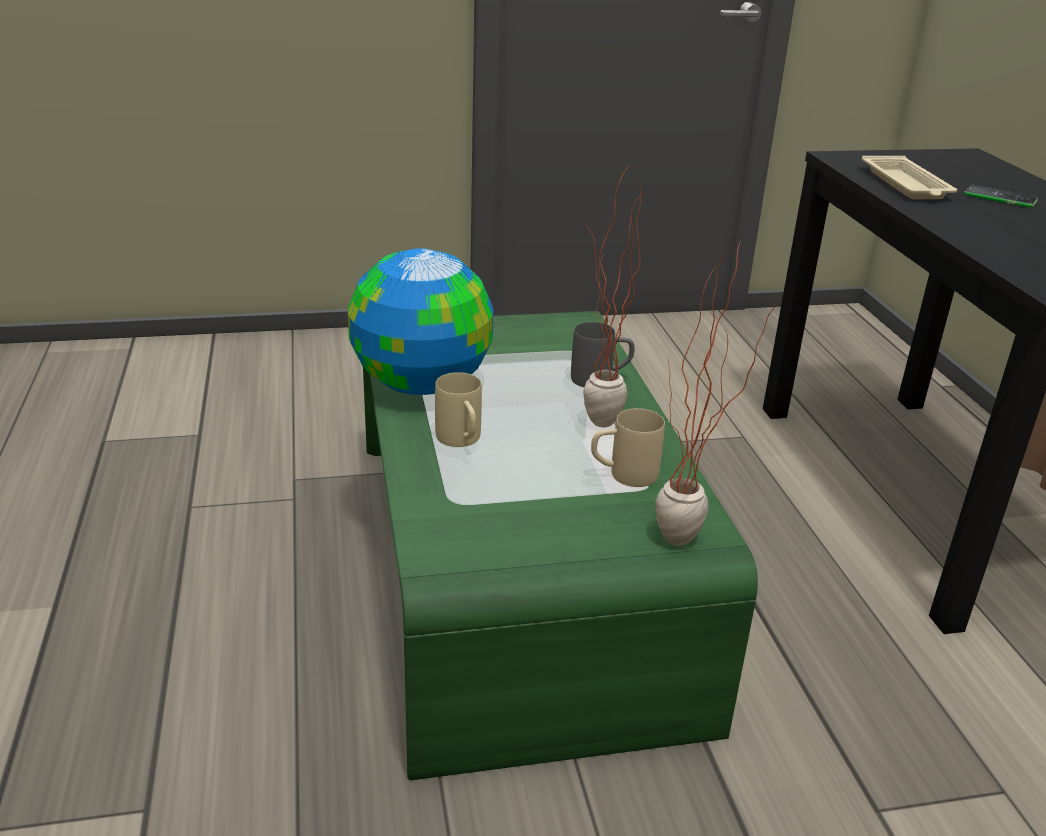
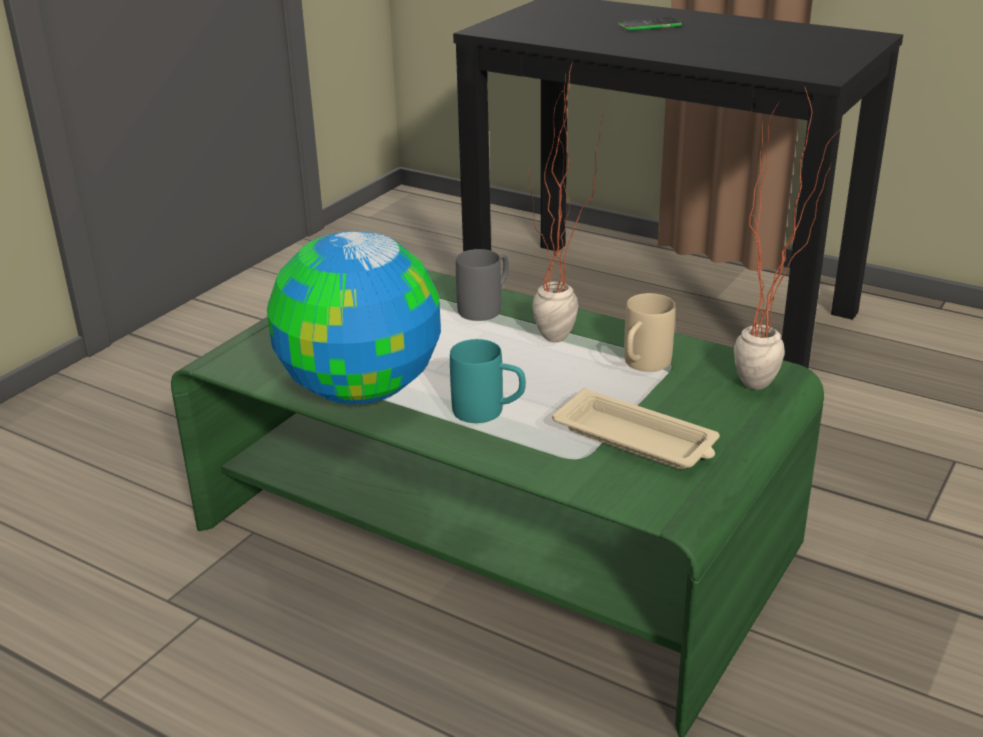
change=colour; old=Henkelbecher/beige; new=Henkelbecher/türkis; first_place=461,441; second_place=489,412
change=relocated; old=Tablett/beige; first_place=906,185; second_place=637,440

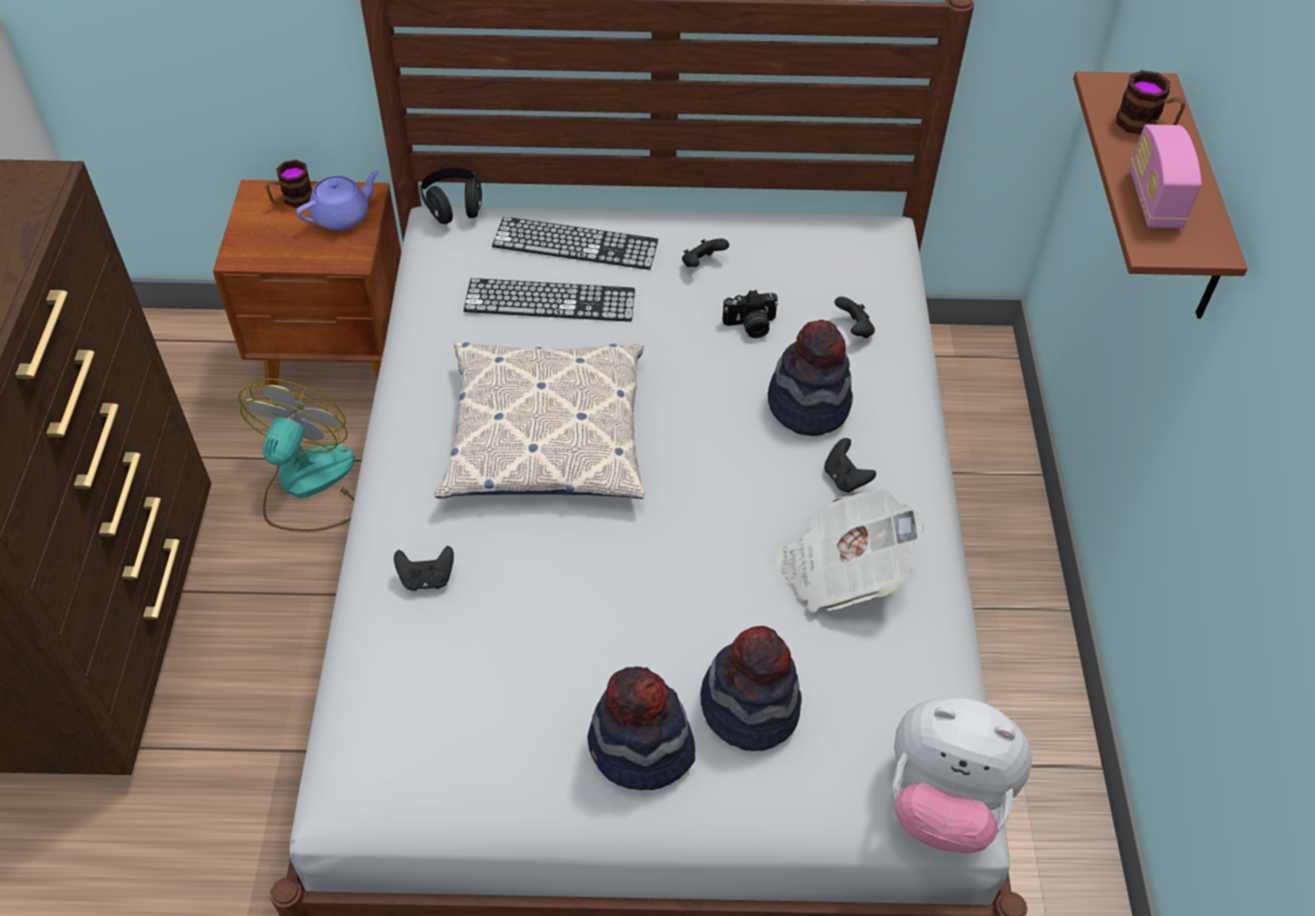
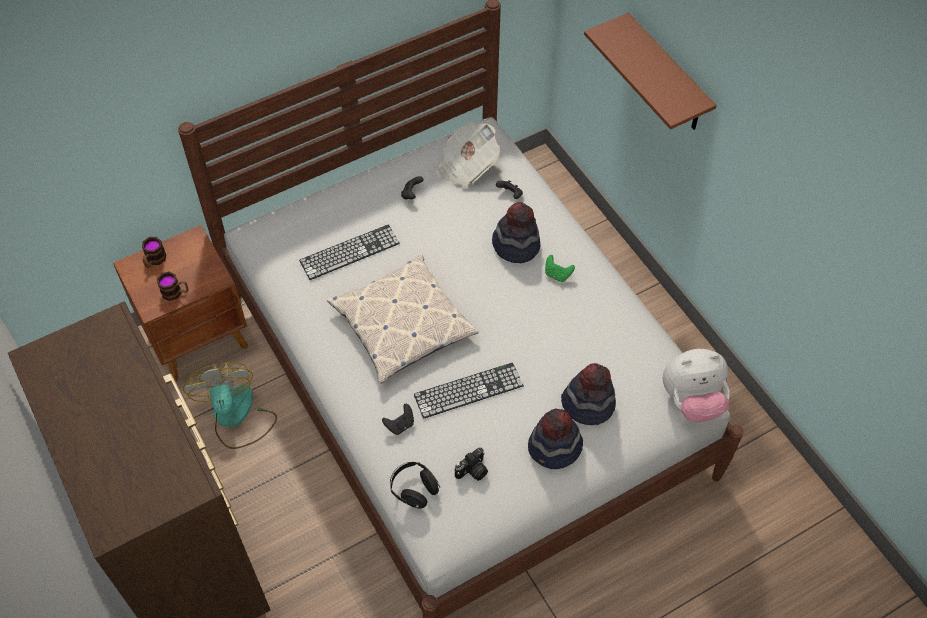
change=relocated; old=Henkelbecher; first_place=1144,125; second_place=176,293
change=relocated; old=Kopfhörer/schwarz; first_place=454,207; second_place=414,490
change=relocated; old=Tastatur; first_place=575,243; second_place=468,390
change=relocated; old=Zeitung; first_place=841,570; second_place=466,166
change=relocated; old=Kamera; first_place=750,326; second_place=473,471
change=colour; old=Gamepad/schwarz; new=Gamepad/grün; first_place=845,478; second_place=557,274
change=missing; old=Teekanne/lila; first_place=342,216
change=missing; old=Radio; first_place=1154,200

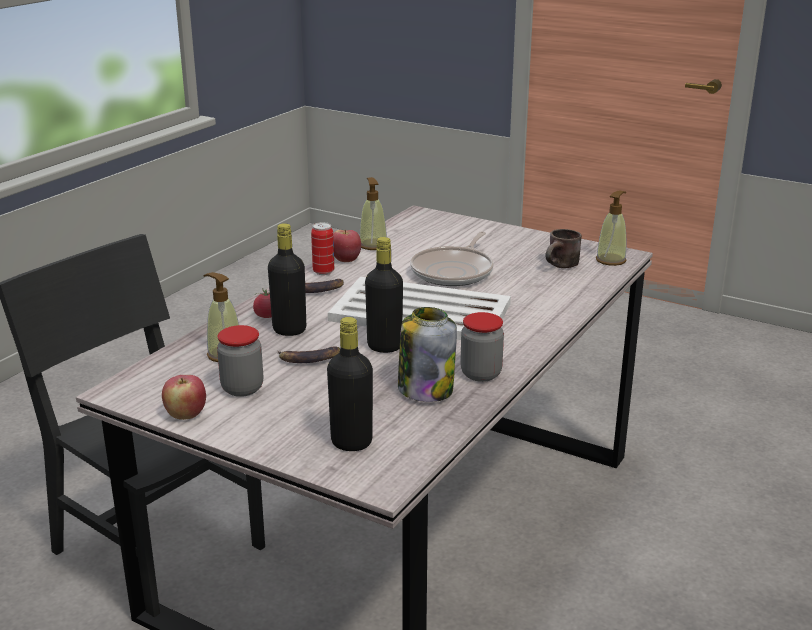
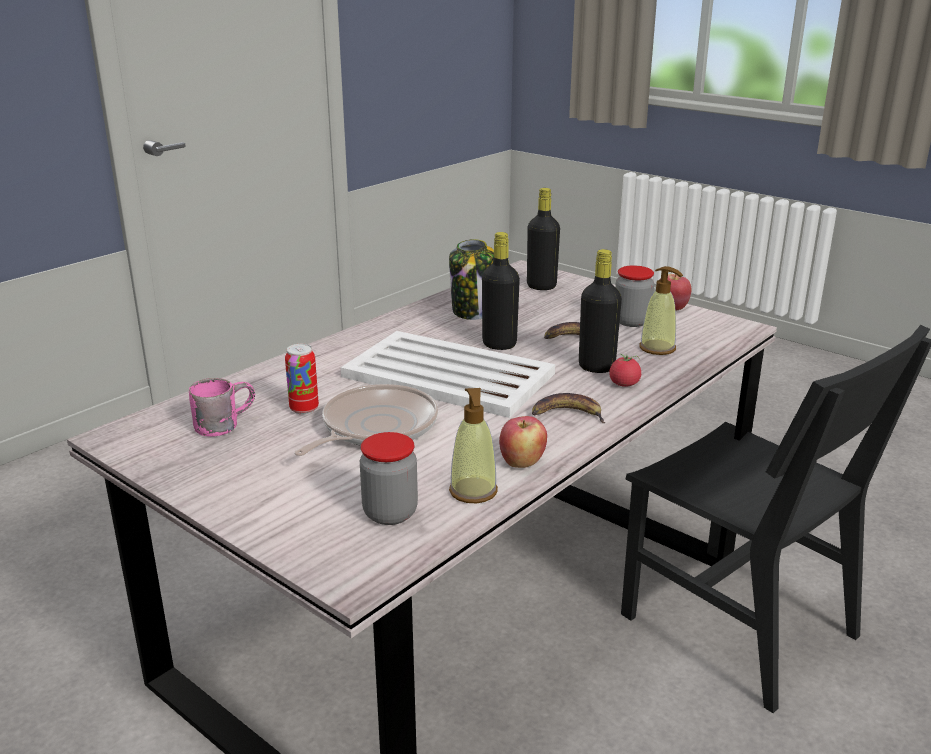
change=colour; old=Henkelbecher/braun; new=Henkelbecher/rosa; first_place=562,266; second_place=223,423
change=relocated; old=Dose; first_place=323,272; second_place=304,409
change=relocated; old=Vorratsglas; first_place=481,374; second_place=390,513
change=missing; old=Seifenspender; first_place=611,260

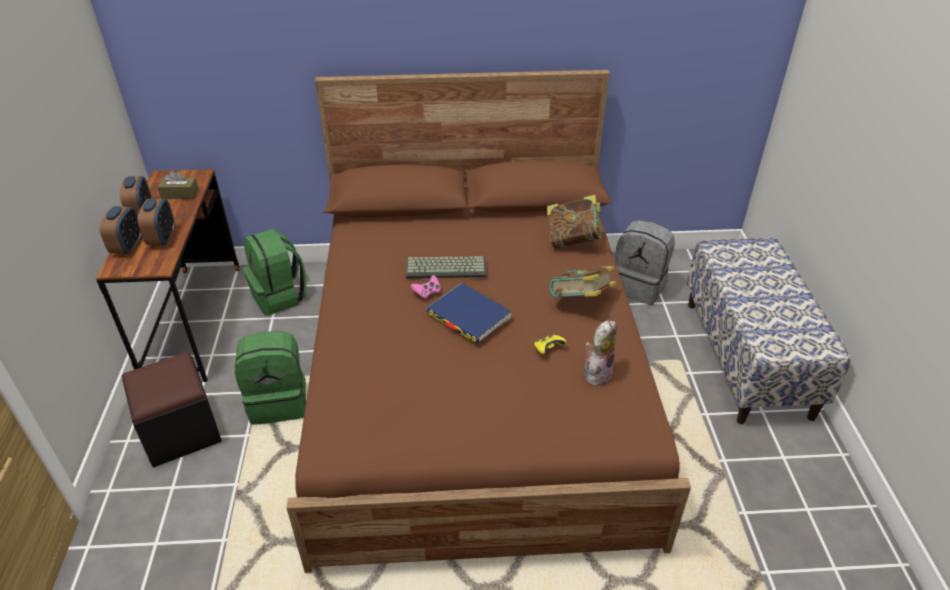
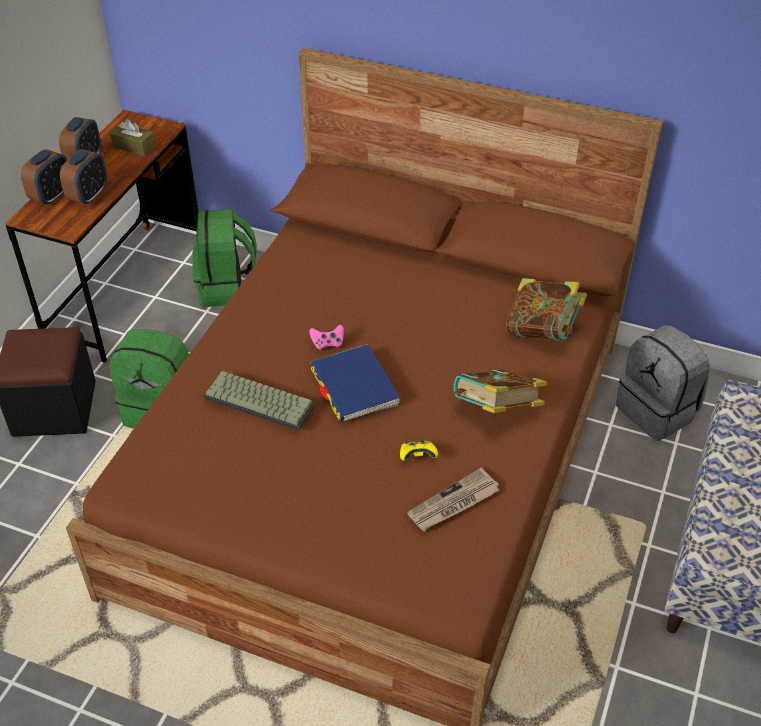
change=relocated; old=Tastatur; first_place=447,268; second_place=261,400
change=exchanged; old=Plüschtier; new=Zeitung; first_place=596,372; second_place=453,503

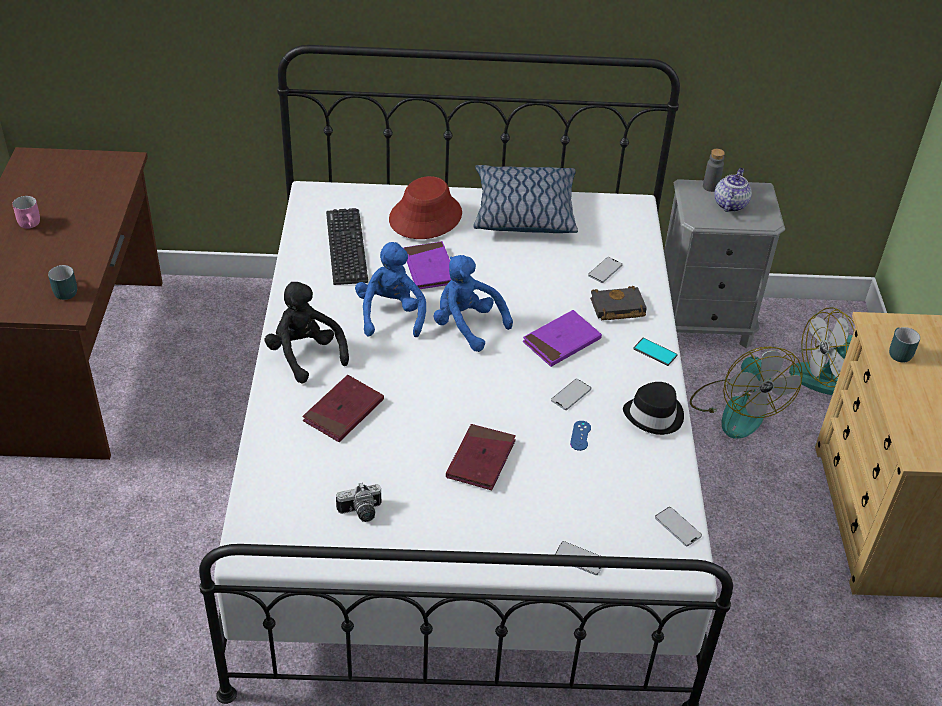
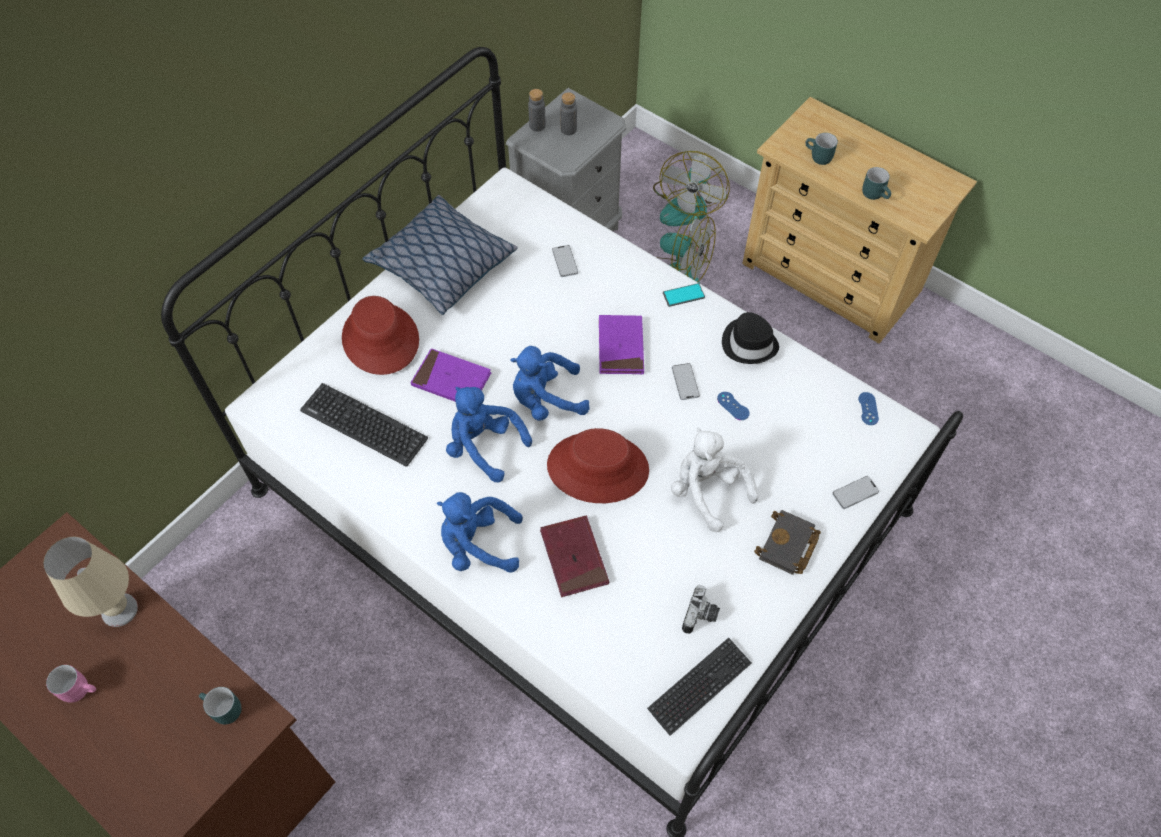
change=appeared; new=Tischlampe/beige; second_place=119,610
change=colour; old=Plüschtier/schwarz; new=Plüschtier/blau; first_place=305,354; second_place=478,545
change=appeared; new=Hut/rot; second_place=598,467
change=exchanged; old=Teekanne; new=Flasche/grau; first_place=730,204; second_place=568,129
change=appeared; new=Tastatur; second_place=699,686
change=exchanged; old=Buch/rot; new=Plüschtier/weiß; first_place=481,460; second_place=707,491
change=relocated; old=Buch/schwarz; first_place=616,308; second_place=788,547
change=exchanged; old=Handy; new=Gamepad/blau; first_place=677,527; second_place=868,408
change=appeared; new=Henkelbecher/türkis; second_place=876,194

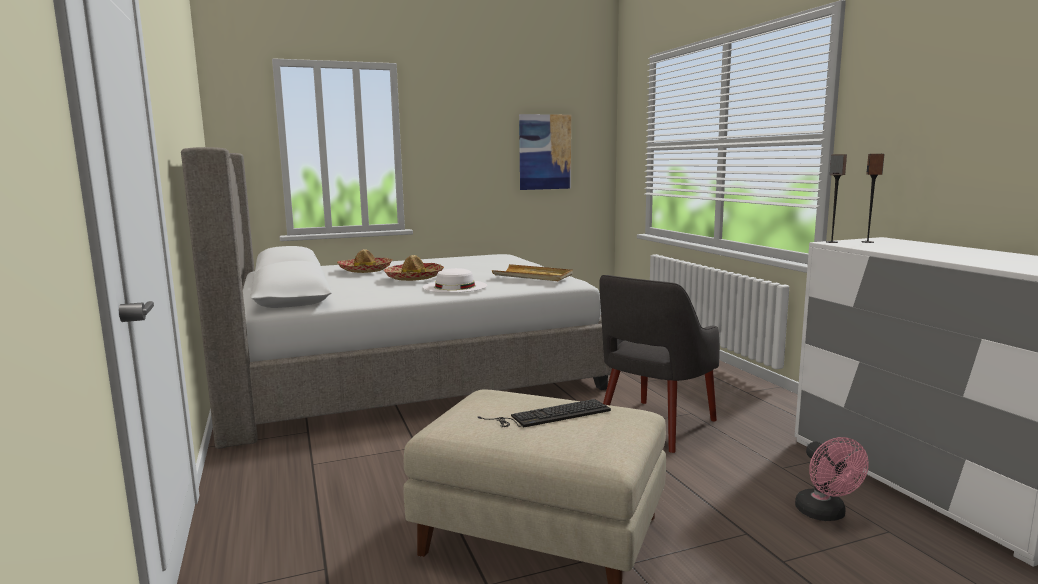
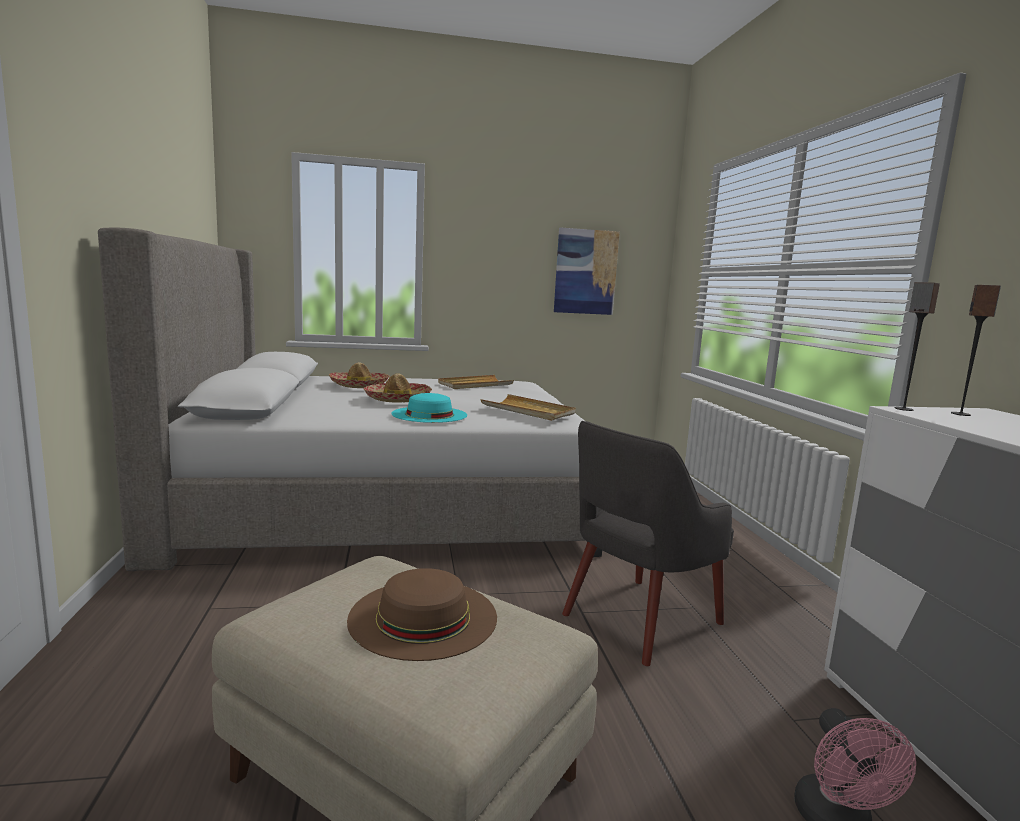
change=exchanged; old=Tastatur; new=Hut/braun; first_place=548,415; second_place=423,617
change=colour; old=Hut/weiß; new=Hut/türkis; first_place=455,286; second_place=429,414
change=appeared; new=Tablett/beige; second_place=475,385

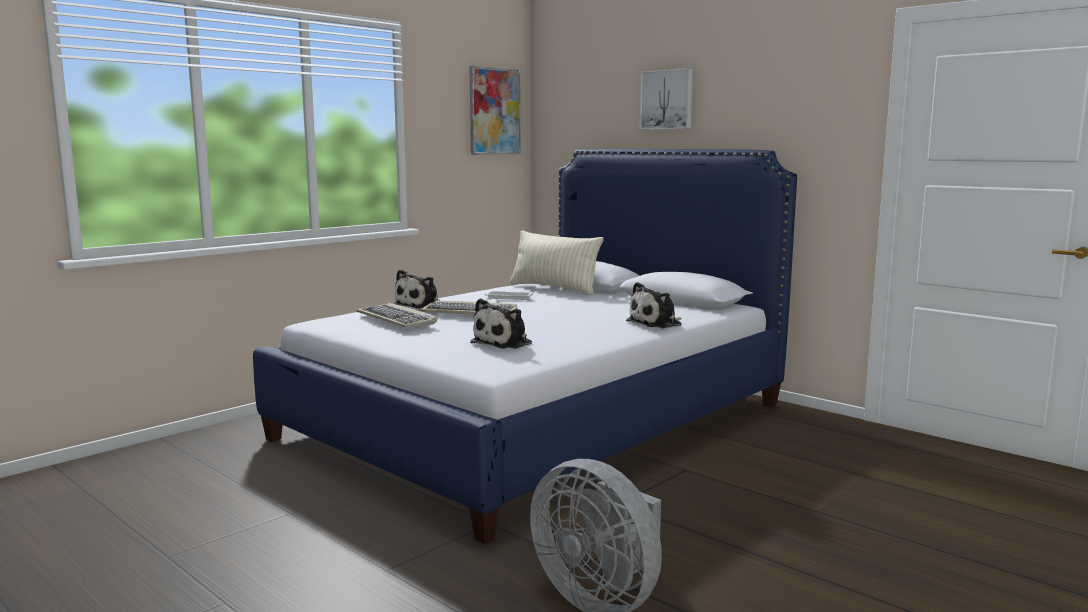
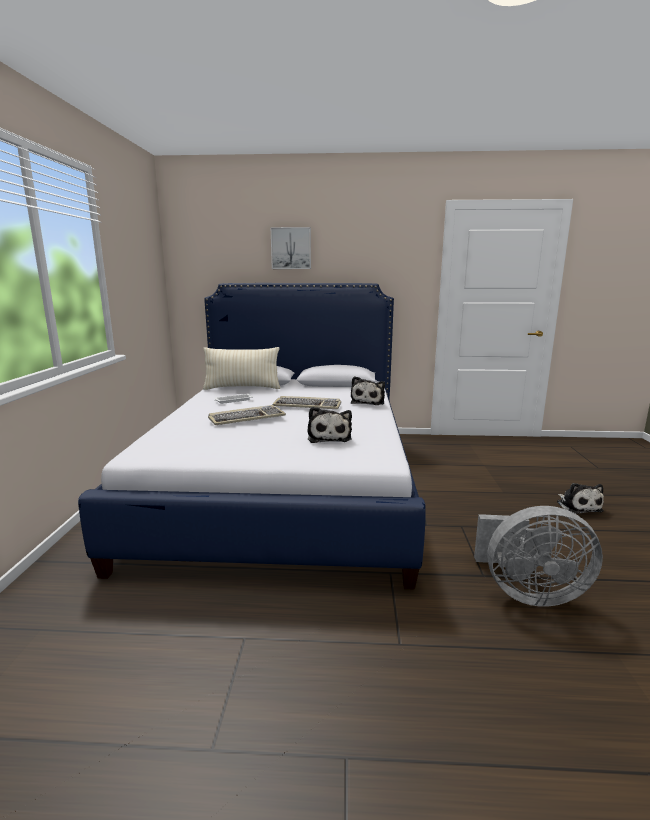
change=relocated; old=Tastatur; first_place=397,319; second_place=308,405
change=relocated; old=Plüschtier; first_place=421,305; second_place=577,506
change=missing; old=Bild; first_place=494,111

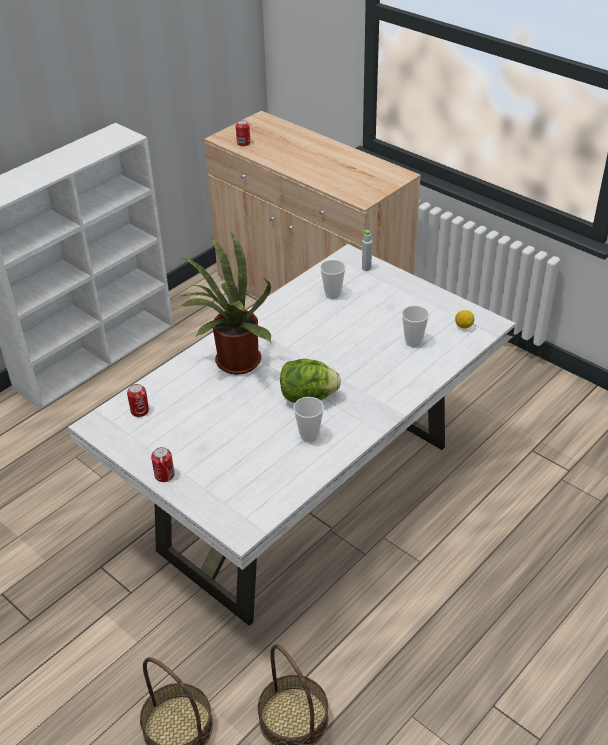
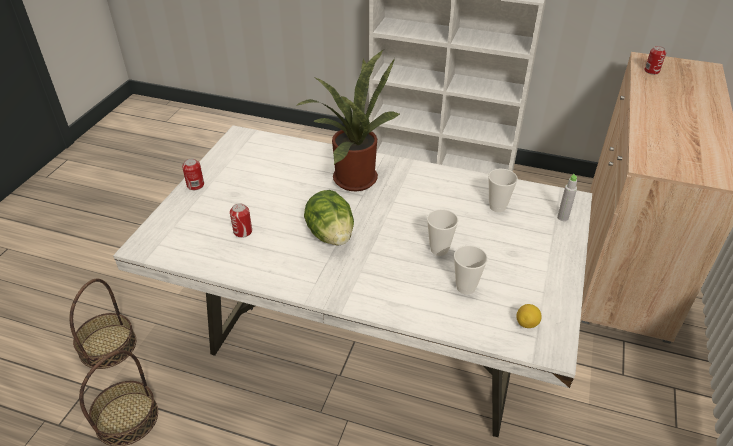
change=relocated; old=Dose; first_place=140,411; second_place=243,231
change=relocated; old=Tasse; first_place=309,436; second_place=439,249

